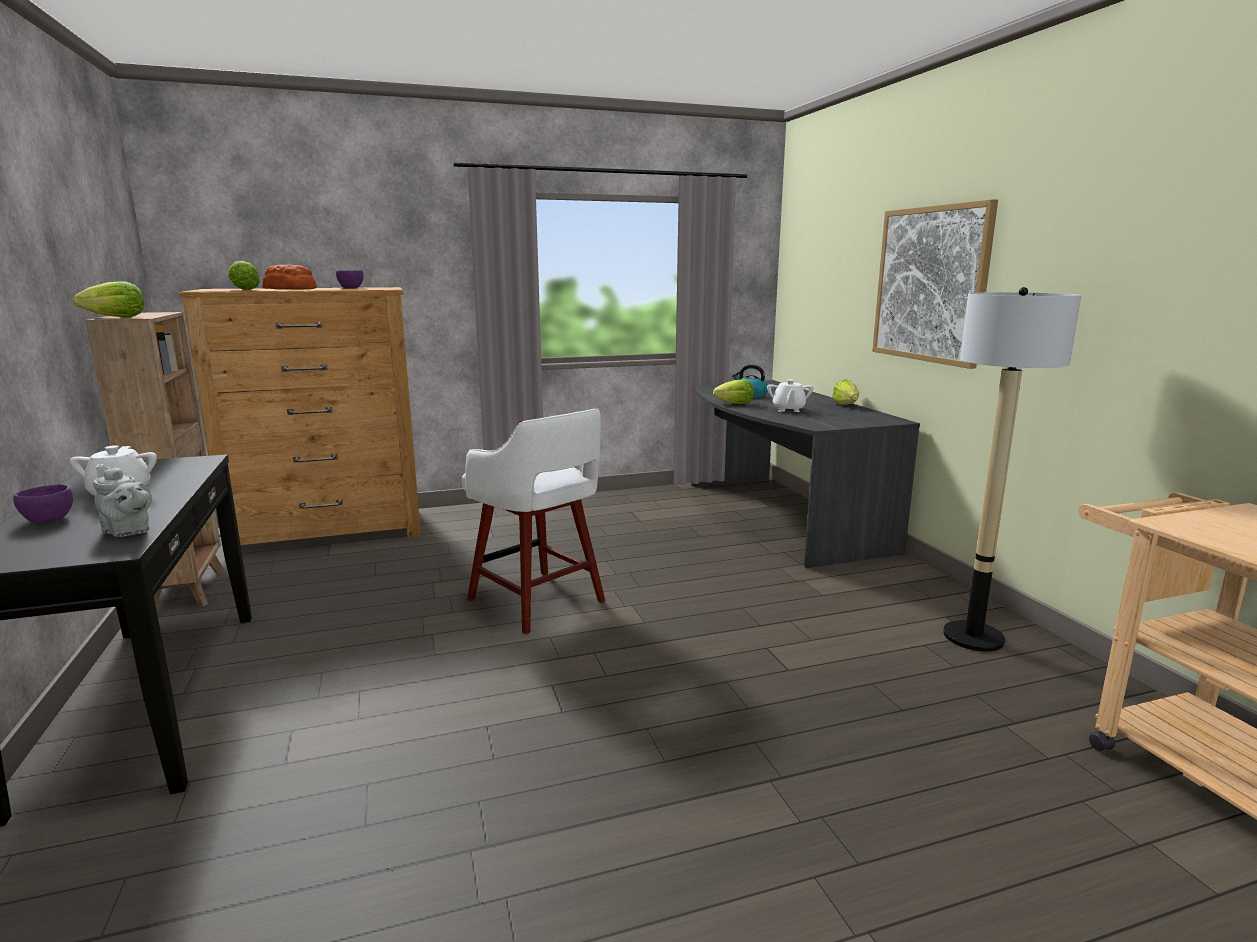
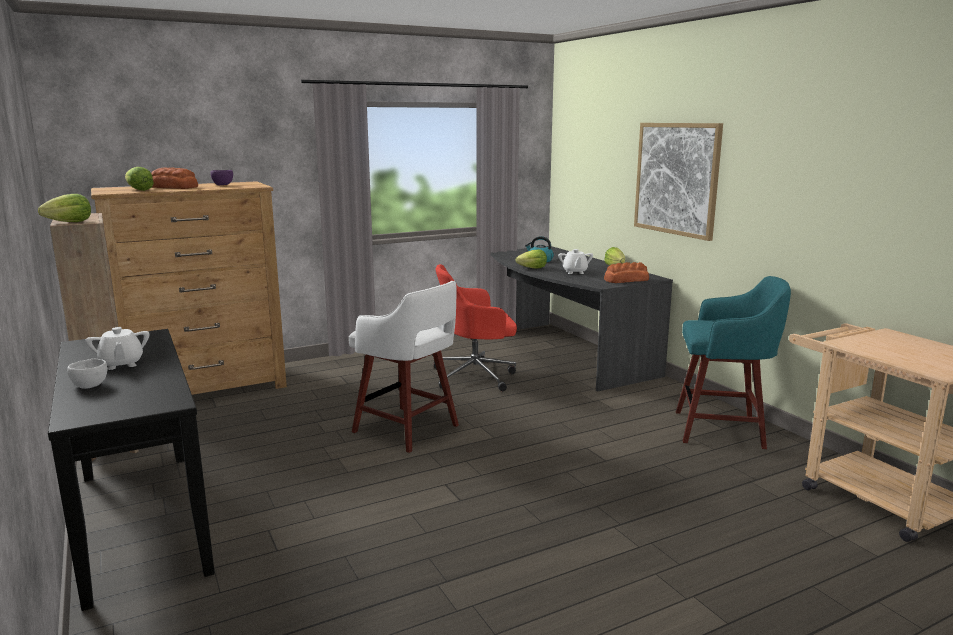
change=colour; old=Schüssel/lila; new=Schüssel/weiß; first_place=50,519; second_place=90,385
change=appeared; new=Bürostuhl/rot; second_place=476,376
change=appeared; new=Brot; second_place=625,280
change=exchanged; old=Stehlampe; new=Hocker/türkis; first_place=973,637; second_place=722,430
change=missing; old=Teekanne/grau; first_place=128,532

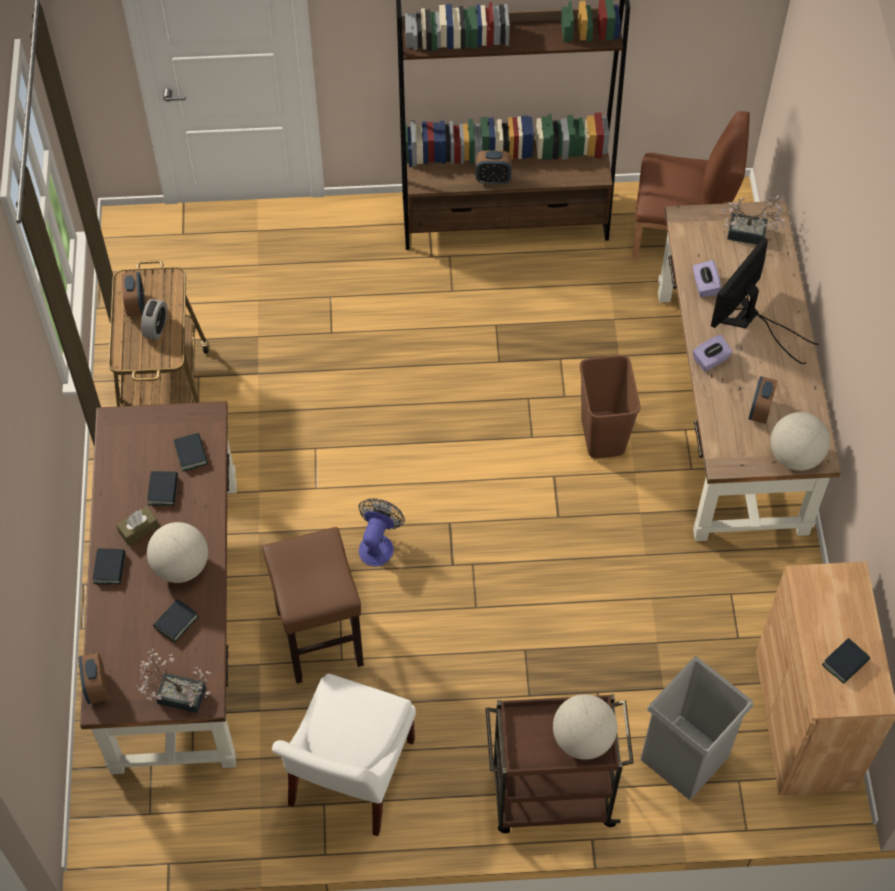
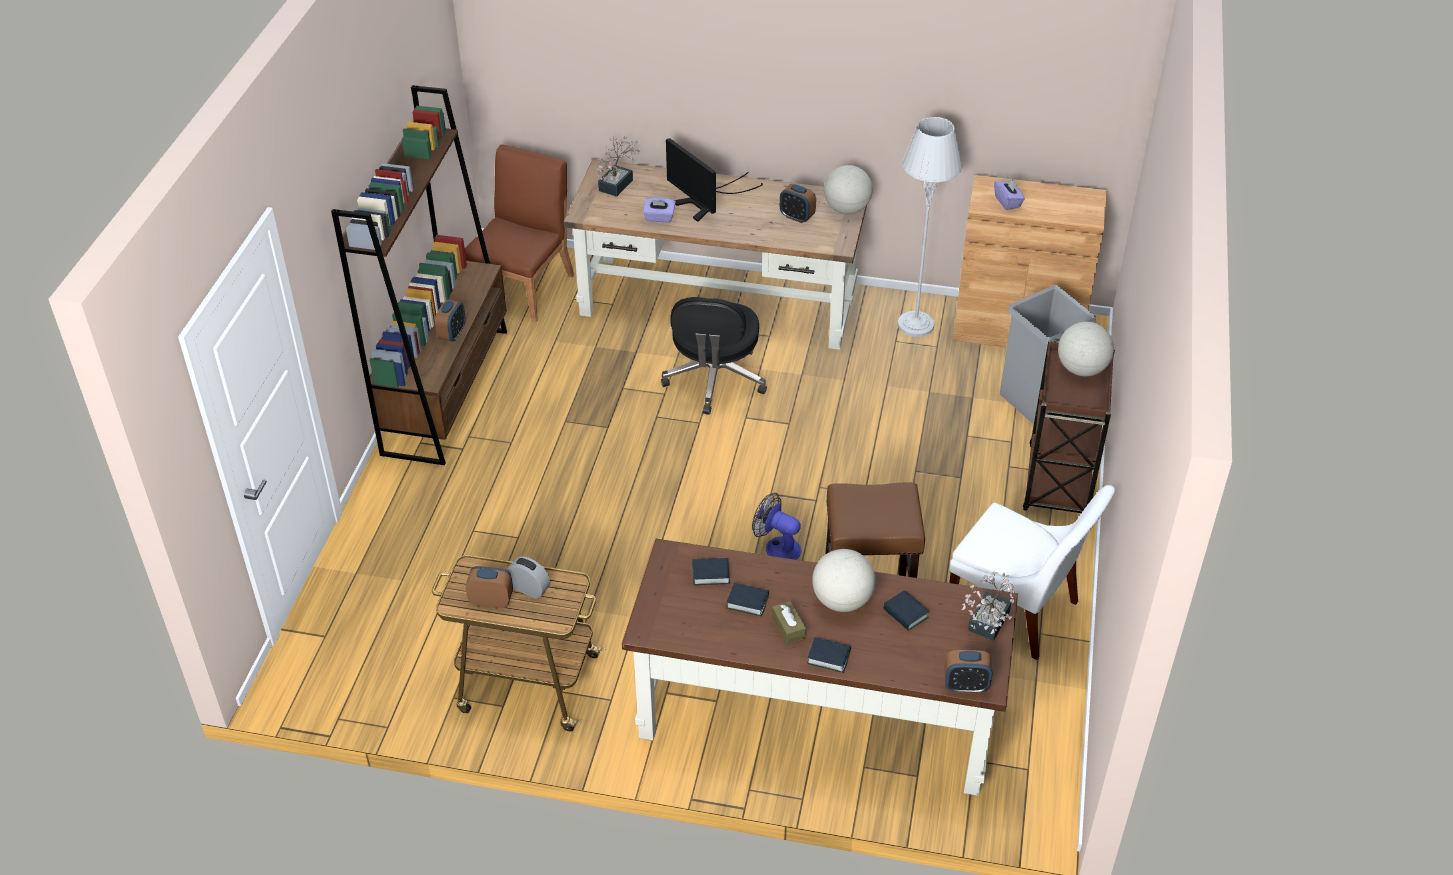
change=exchanged; old=Mülleimer/braun; new=Bürostuhl/schwarz; first_place=601,435; second_place=714,380
change=appeared; new=Stehlampe/grau; second_place=915,325
change=relocated; old=Taschentuchbox/lila; first_place=710,360; second_place=1008,202
change=missing; old=Buch; first_place=845,663

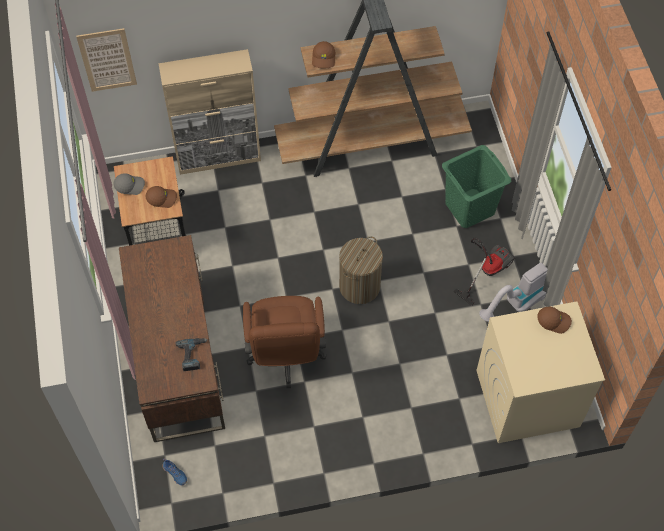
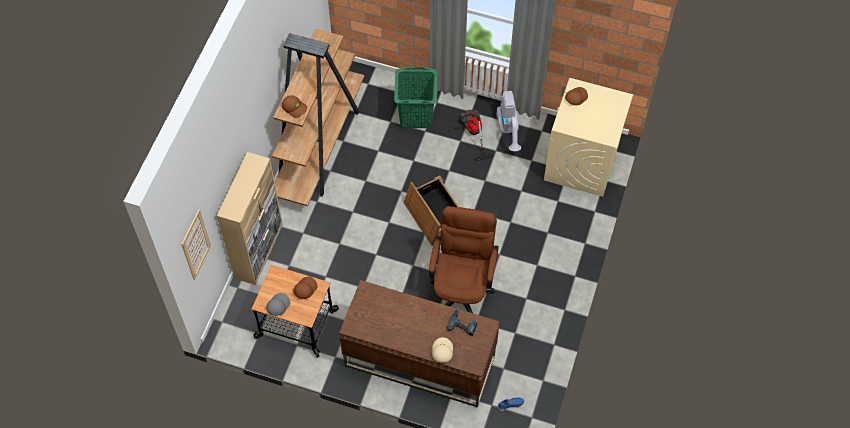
change=exchanged; old=Wäschekorb; new=Kiste; first_place=359,286; second_place=434,215
change=spun; old=Bürostuhl/braun; first_place=286,357; second_place=462,289; degrees=-105
change=appeared; new=Kappe/beige; second_place=442,351

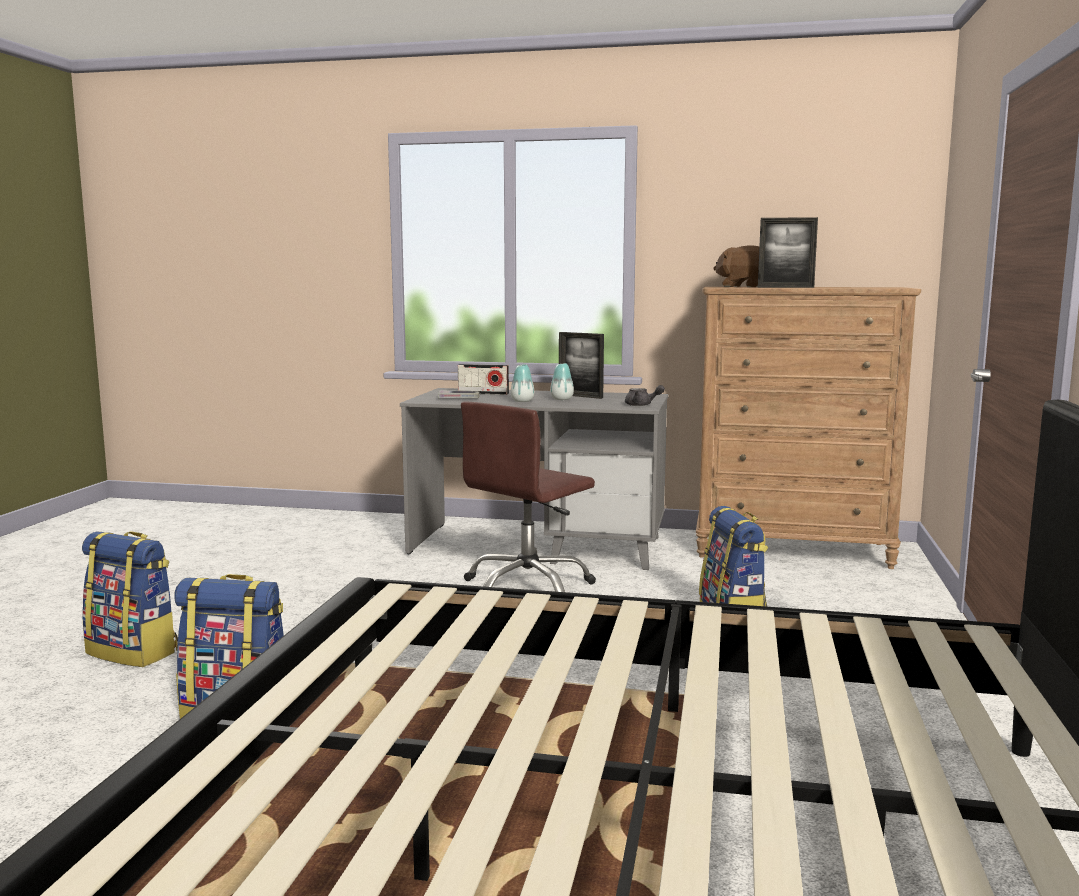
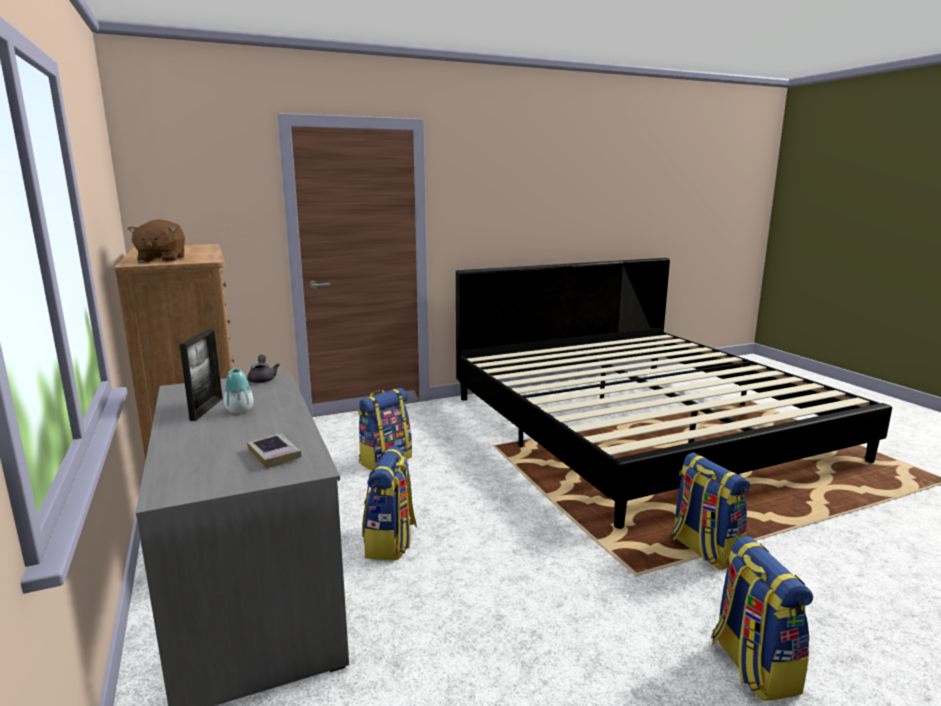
change=exchanged; old=Bürostuhl/braun; new=Rucksack; first_place=528,588; second_place=391,542
change=missing; old=Radio; first_place=483,393
change=missing; old=Vase; first_place=522,401
change=missing; old=Bilderrahmen; first_place=785,287

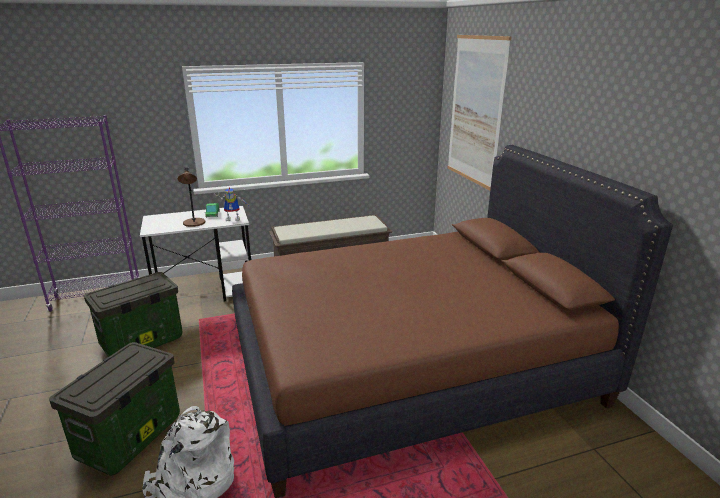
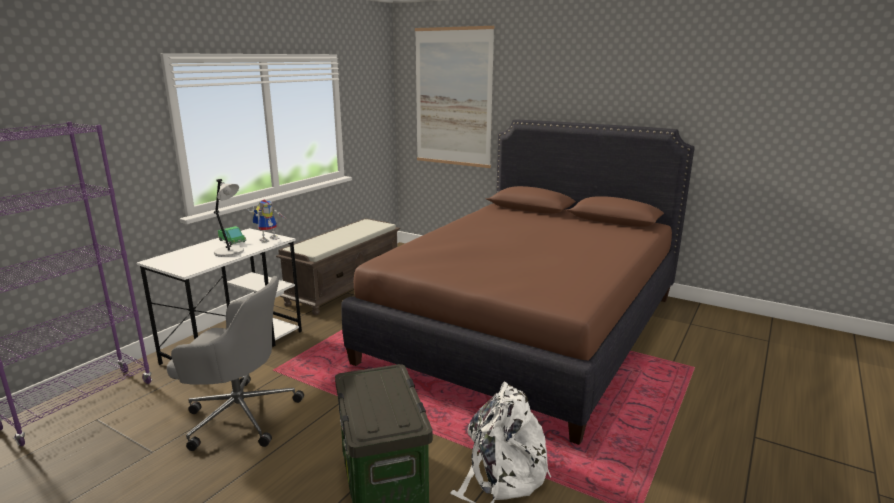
change=exchanged; old=Aufbewahrungsbox; new=Bürostuhl/grau; first_place=141,343; second_place=239,415
change=colour; old=Tischlampe/braun; new=Tischlampe/grau; first_place=194,223; second_place=230,252

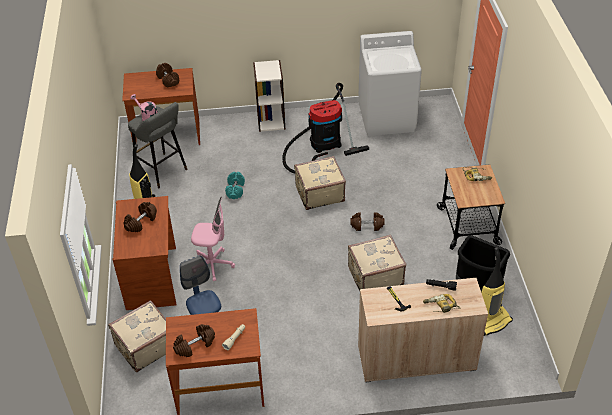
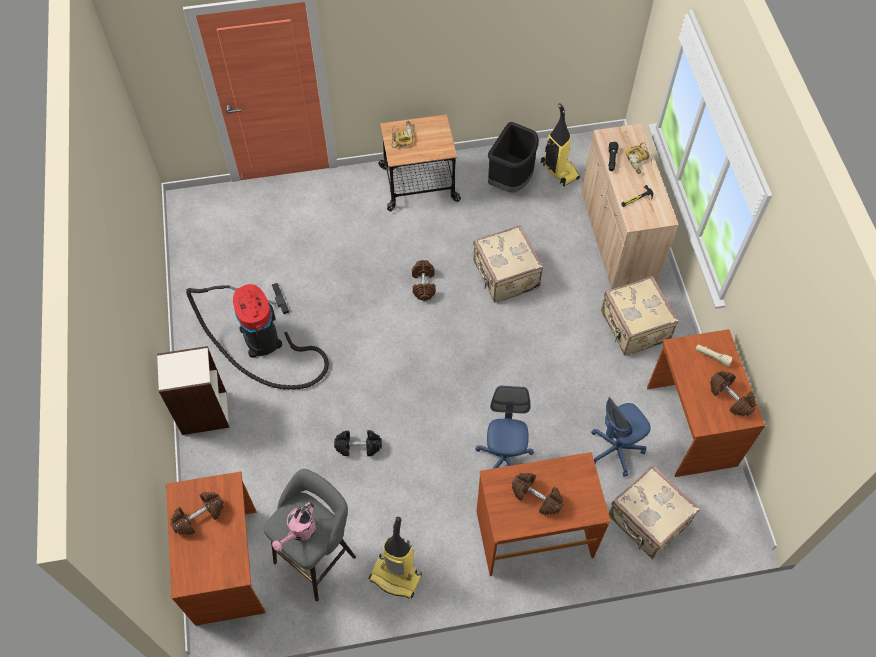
change=colour; old=Hantel/türkis; new=Hantel/schwarz; first_place=235,190; second_place=358,446
change=colour; old=Bürostuhl/rosa; new=Bürostuhl/blau; first_place=213,265; second_place=504,458
change=relocated; old=Koffer/beige; first_place=319,193; second_place=633,327
change=missing; old=Waschmaschine/weiß; first_place=387,118

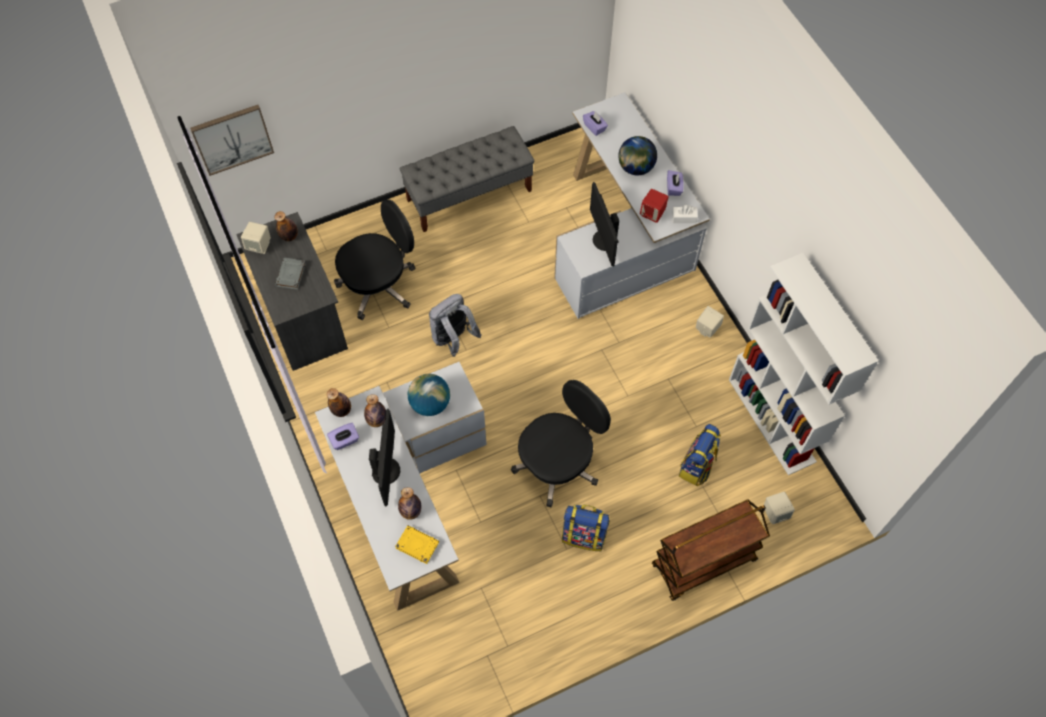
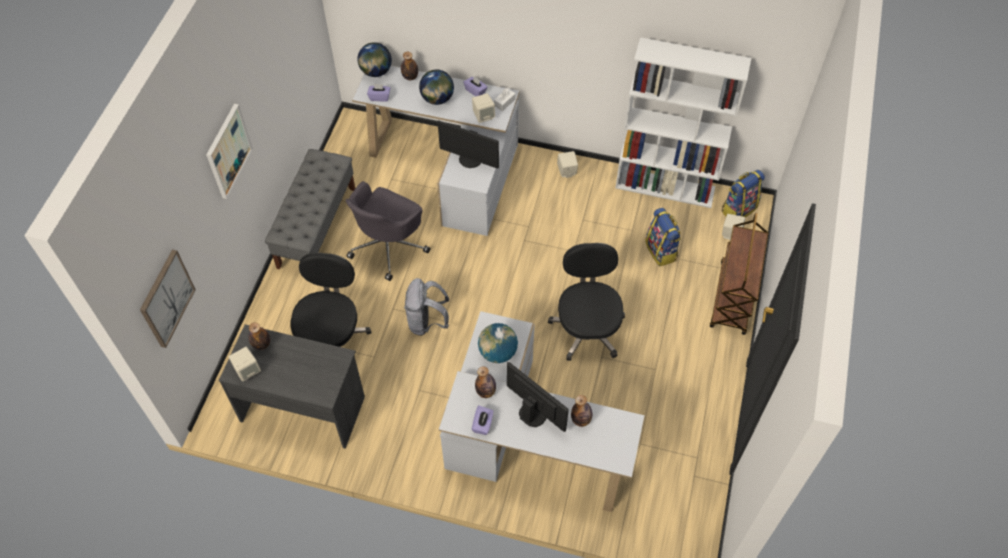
change=appeared; new=Bild; second_place=228,151
change=appeared; new=Bürostuhl/grau; second_place=389,246
change=appeared; new=Globus; second_place=376,72
change=relocated; old=Flasche; first_place=341,410; second_place=410,77
change=colour; old=Lautsprecher/rot; new=Lautsprecher/beige; first_place=652,214; second_place=483,116
change=relocated; old=Rucksack; first_place=584,535; second_place=738,209
change=missing; old=Buch/grau; first_place=291,275
change=missing; old=Buch/gelb; first_place=417,545

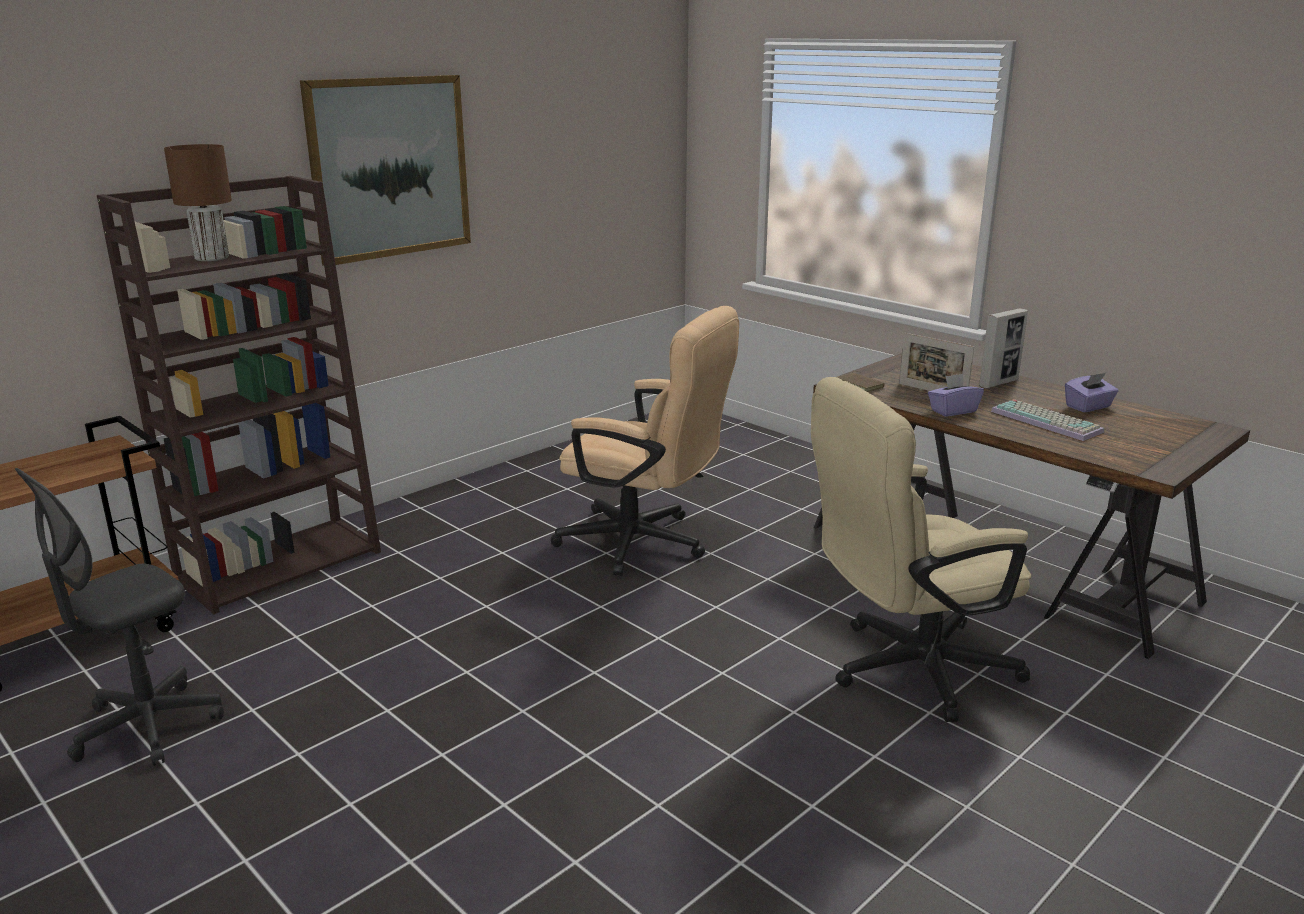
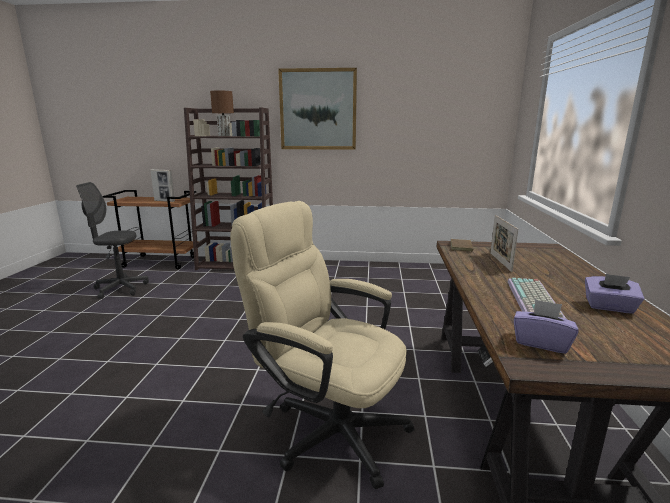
change=relocated; old=Bilderrahmen; first_place=998,383; second_place=164,201
change=relocated; old=Taschentuchbox/lila; first_place=953,411; second_place=541,343
change=missing; old=Bürostuhl/beige; first_place=644,544

